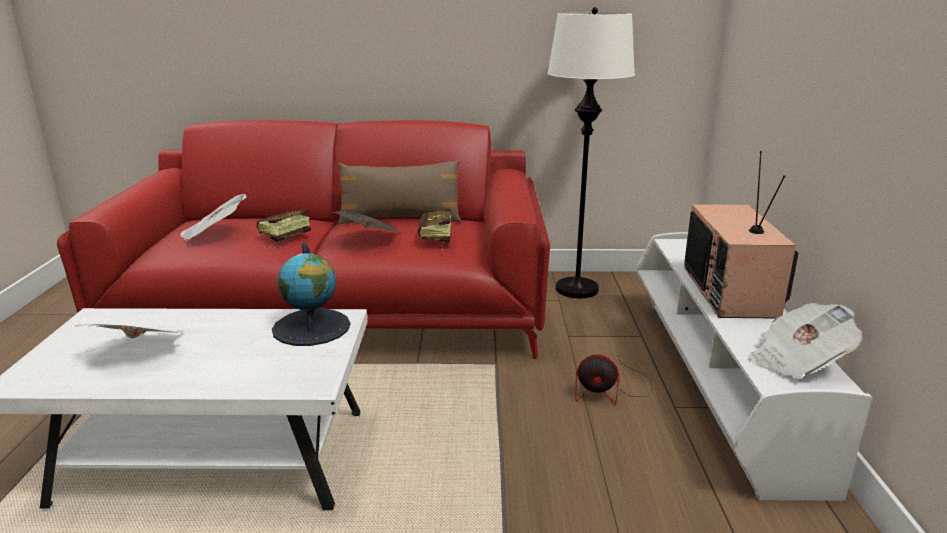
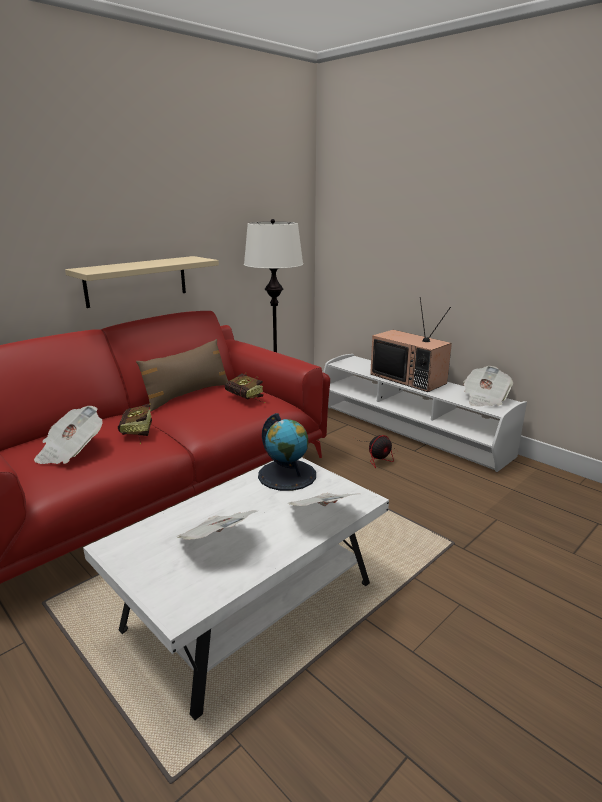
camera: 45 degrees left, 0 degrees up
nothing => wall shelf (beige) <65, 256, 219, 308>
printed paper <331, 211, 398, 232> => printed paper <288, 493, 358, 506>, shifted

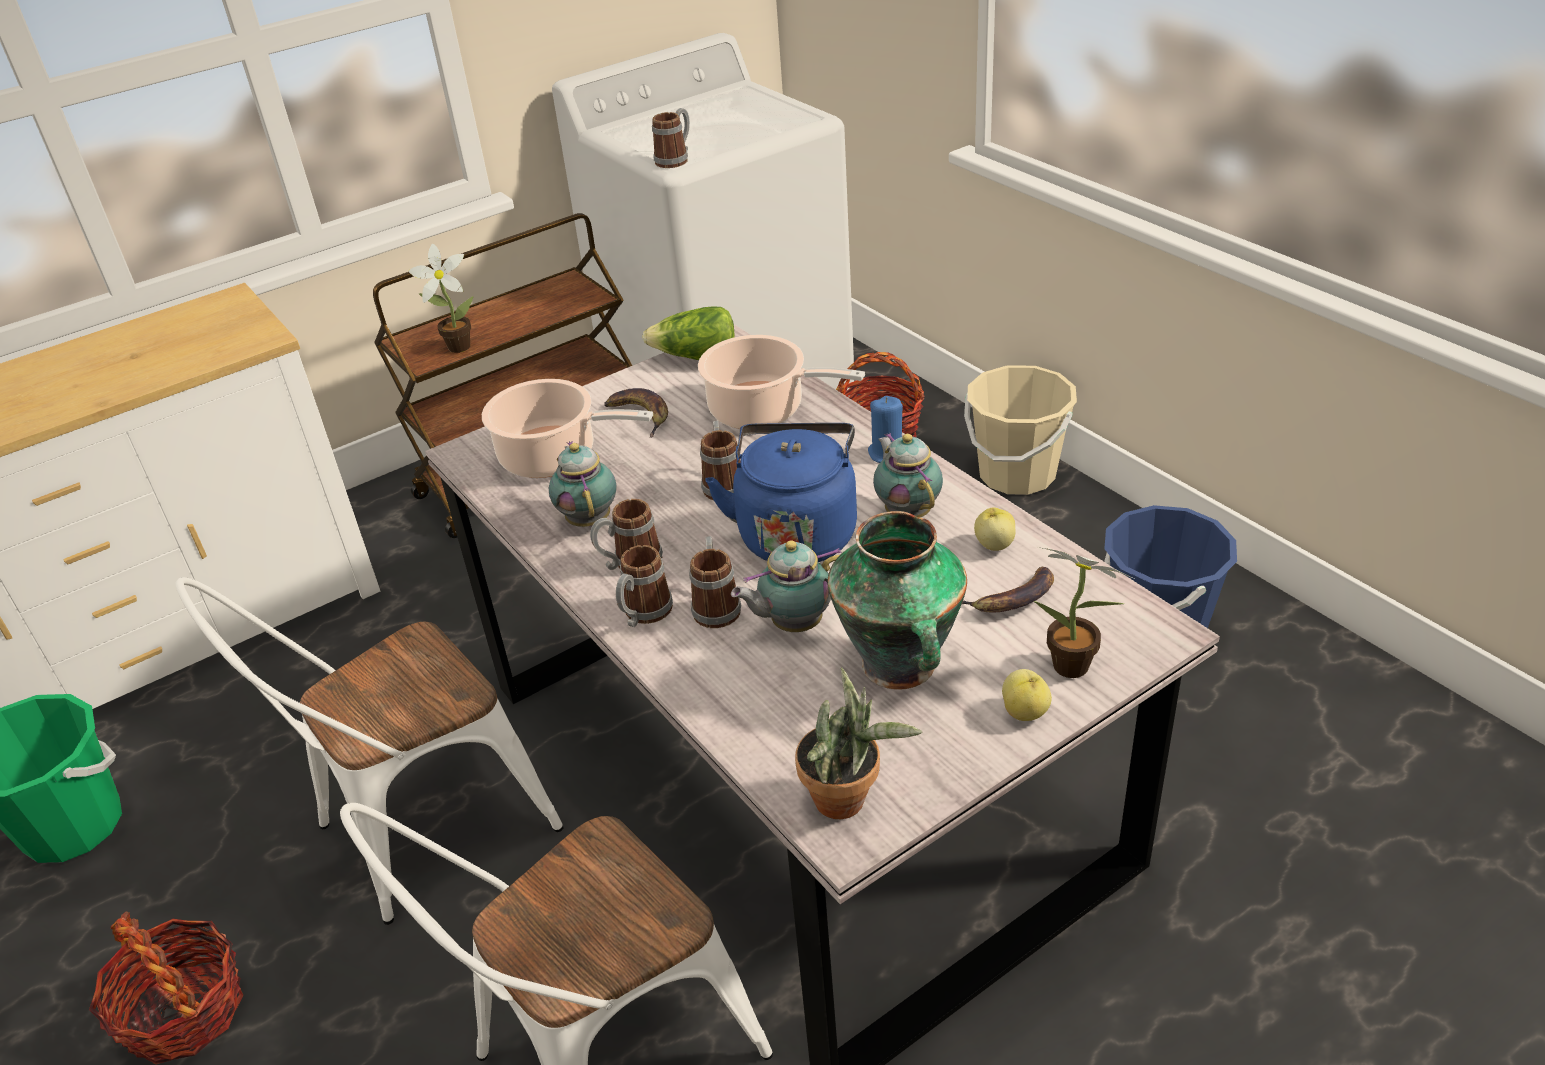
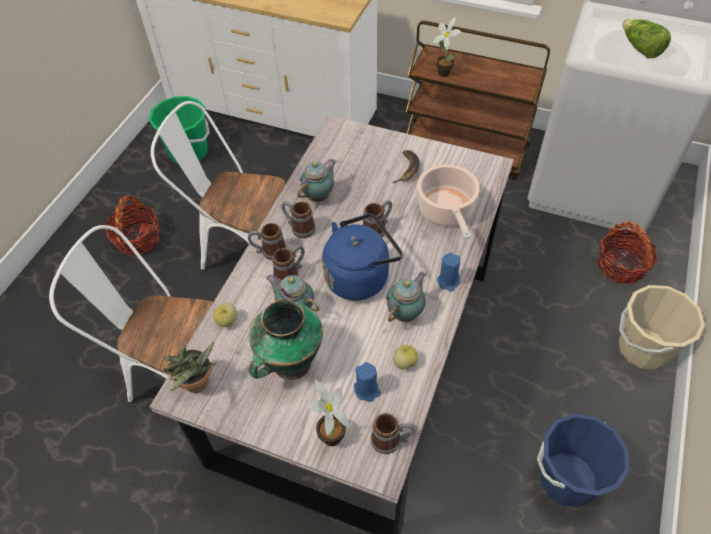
camera: 55 degrees right, 15 degrees up
apple <1002, 669, 1052, 721> => apple <213, 303, 237, 327>, shifted
banana <962, 566, 1054, 612> => wax light (bluish) <354, 362, 381, 402>
tea mug <652, 108, 690, 168> => tea mug <370, 413, 415, 454>, shifted
lettuce head <642, 306, 734, 360> => lettuce head <622, 19, 671, 58>, shifted
stockpot <482, 379, 653, 478> => nothing

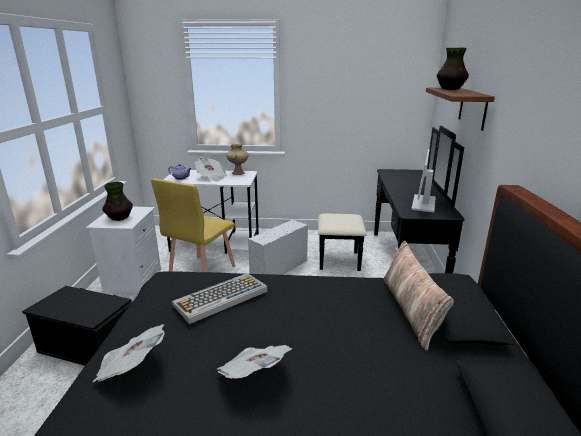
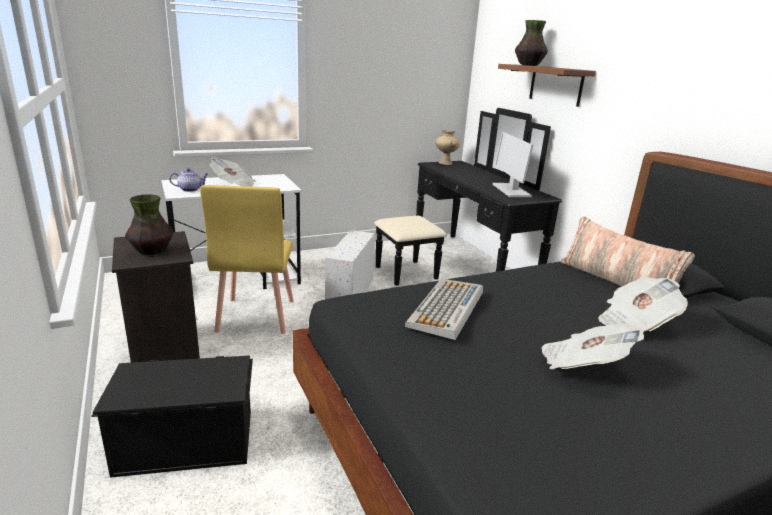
camera: 30 degrees left, 0 degrees up
nightstand (white) <86, 207, 161, 295> => nightstand (black) <112, 231, 200, 363>
flower vase (beige) <226, 144, 249, 175> => flower vase (beige) <435, 130, 460, 165>, shifted
printed paper <92, 324, 165, 383> => printed paper <598, 277, 688, 332>, shifted

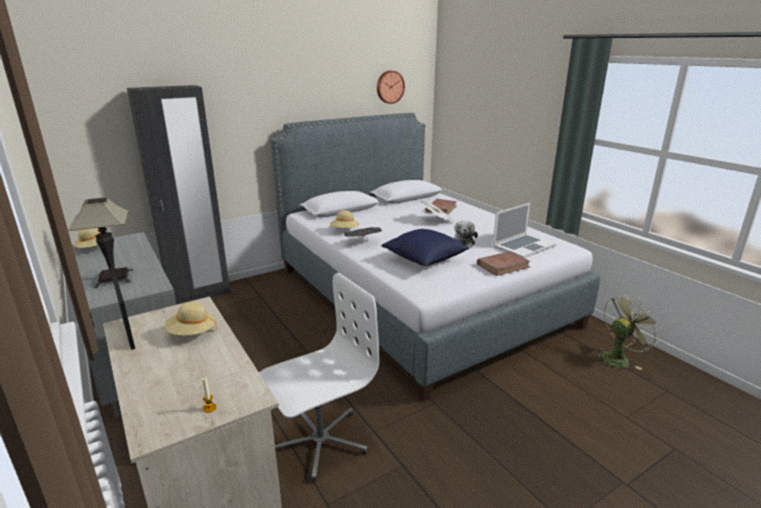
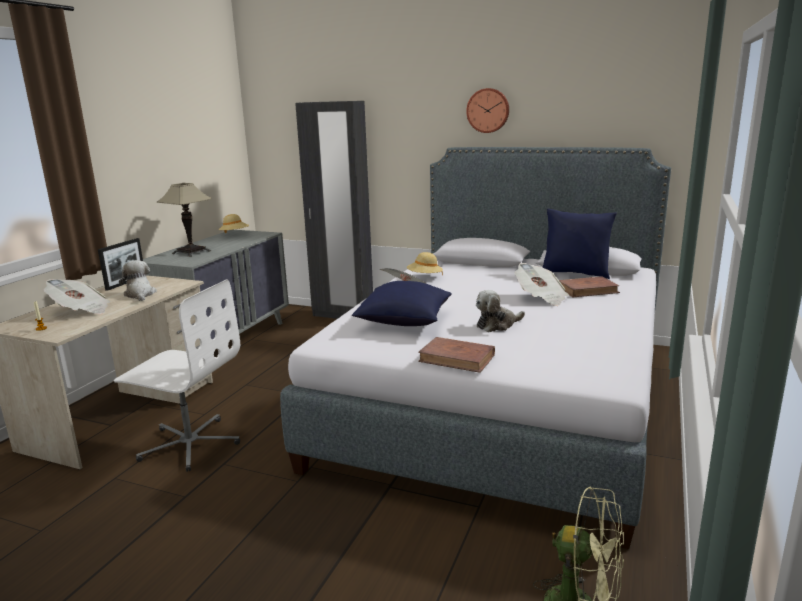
camera: 55 degrees right, 5 degrees down
nothing => printed paper <44, 279, 110, 314>
clothing hat (beige) <165, 302, 217, 335> => plush toy <119, 260, 157, 301>
clock on the wall <377, 71, 405, 104> => clock on the wall <466, 88, 509, 133>, shifted
nothing => throw pillow (bluish) <542, 209, 617, 279>
notebook computer <493, 203, 556, 258> => nothing

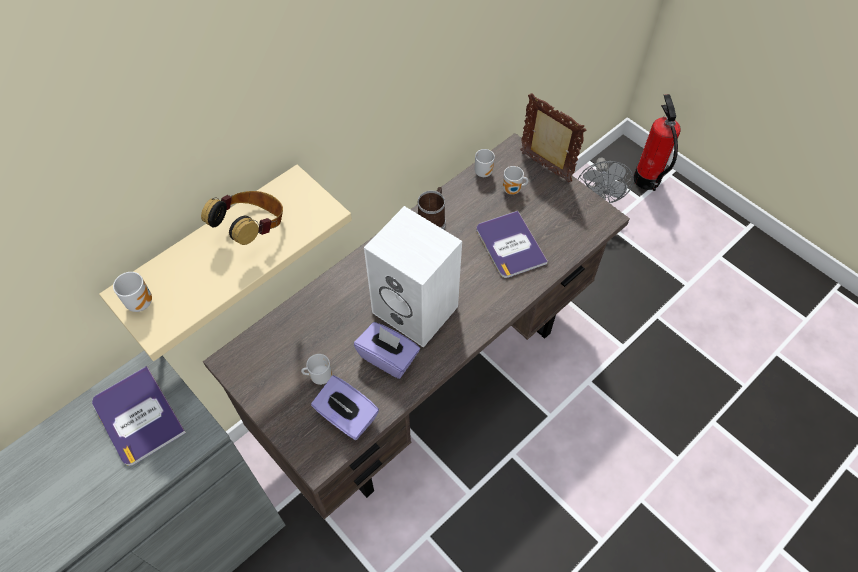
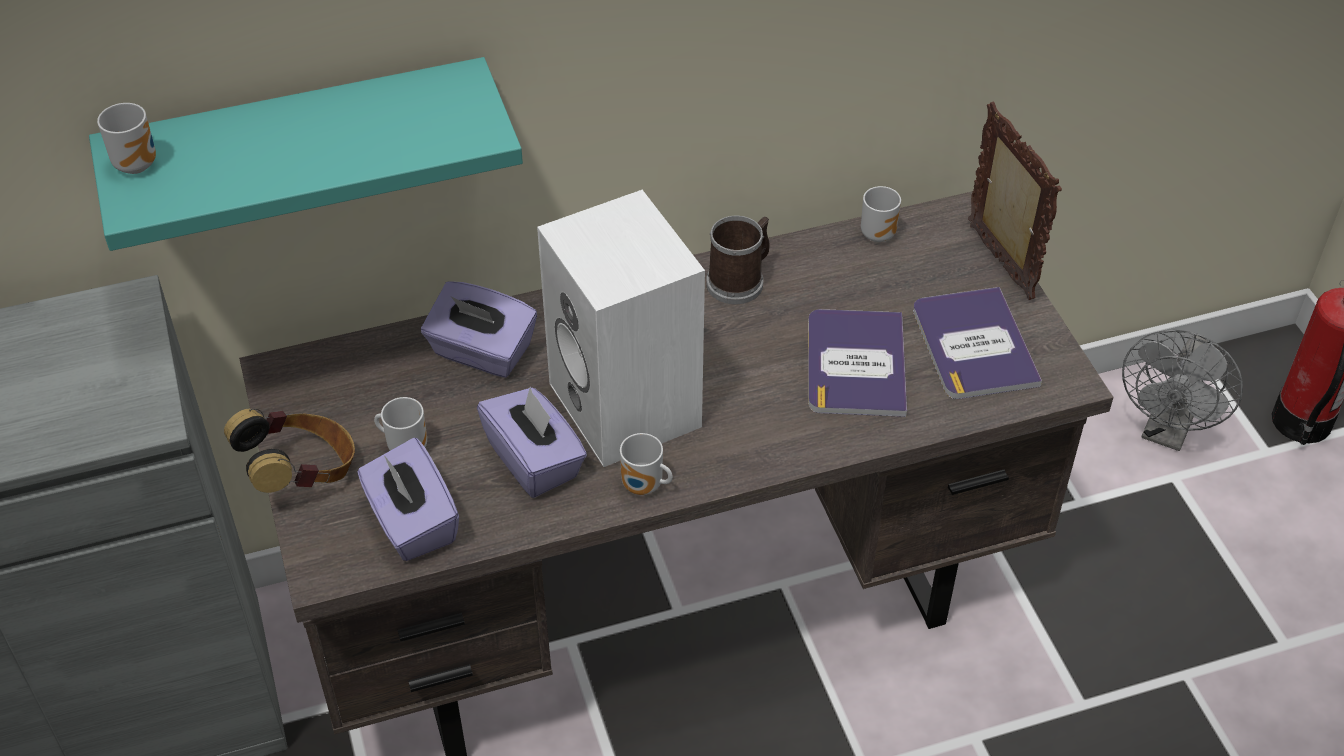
camera: 25 degrees right, 10 degrees down
wall shelf (beige) <99, 165, 352, 361> => wall shelf (turquoise-coloured) <89, 57, 523, 251>
headset <201, 191, 283, 245> => headset <224, 408, 355, 493>, shifted
nothing => tissue holder (purple) <421, 281, 537, 378>
tea mug <503, 166, 529, 195> => tea mug <620, 433, 673, 495>, shifted
volume <92, 366, 186, 466> => volume <913, 287, 1042, 399>, shifted

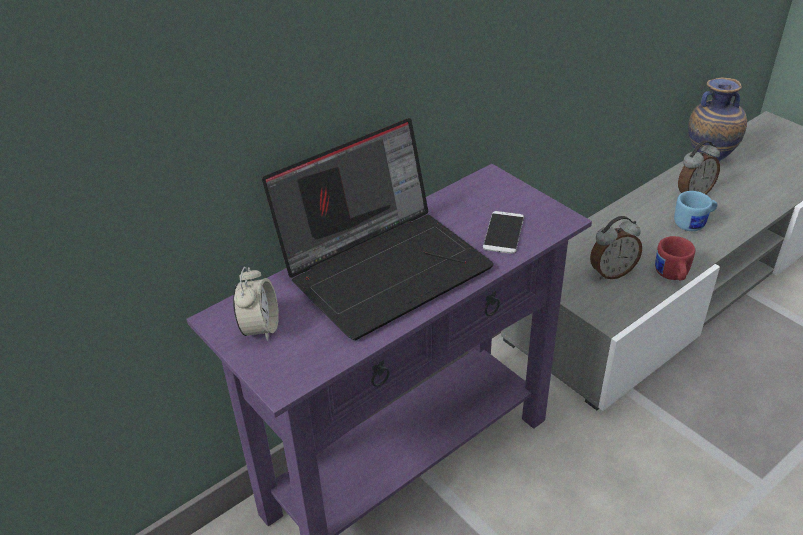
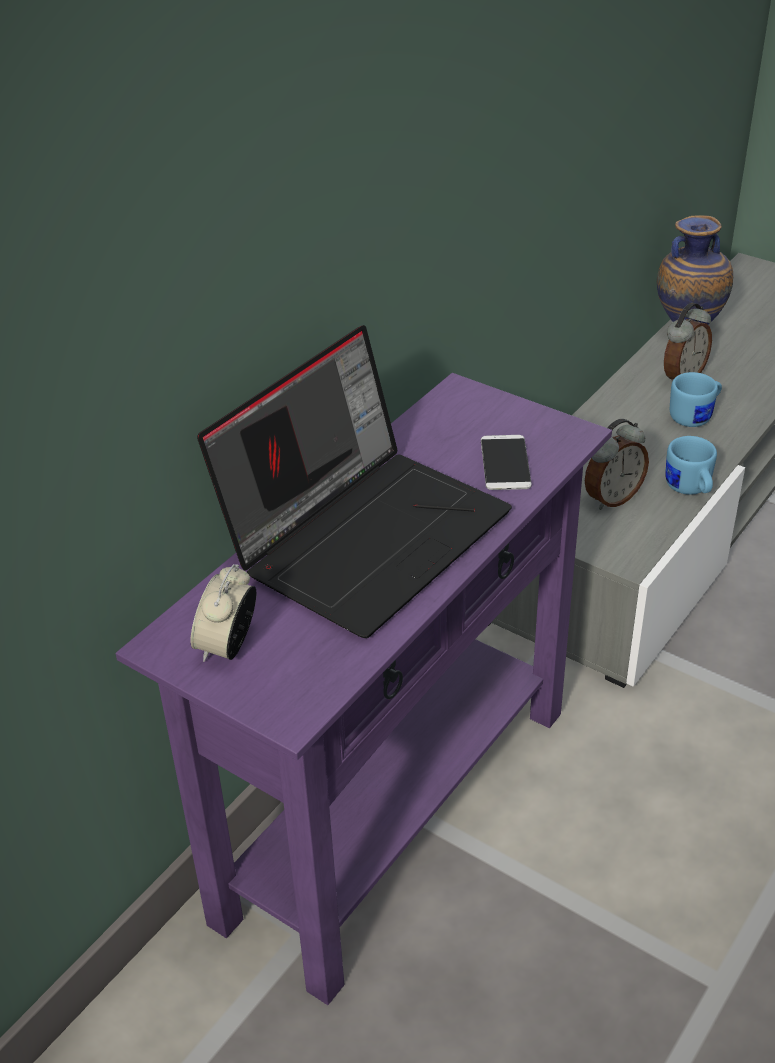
camera: 15 degrees left, 0 degrees up
alarm clock <233, 267, 279, 341> => alarm clock <191, 564, 256, 662>, 150 degrees counterclockwise
tea mug (red) <655, 236, 695, 280> => tea mug (bluish) <665, 436, 717, 495>

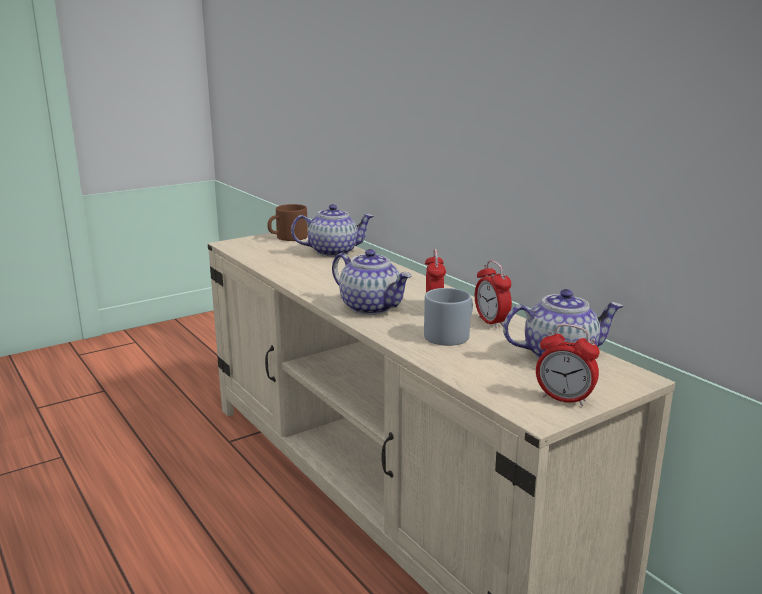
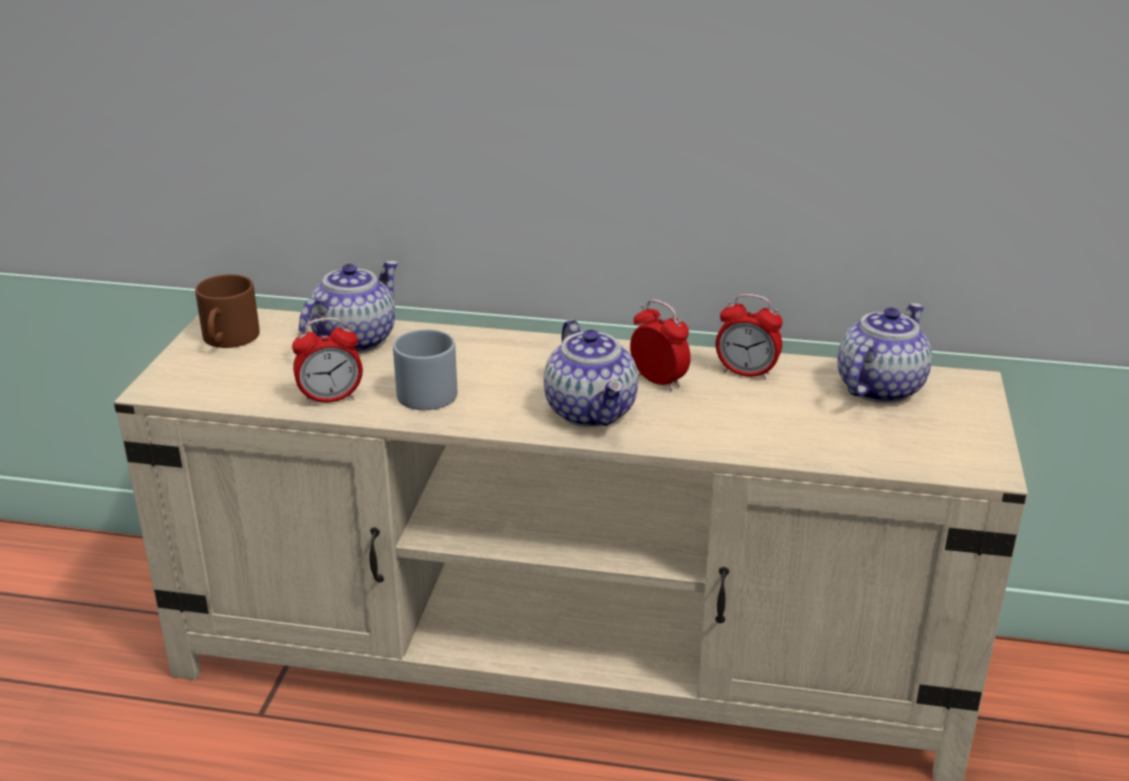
camera: 45 degrees left, 10 degrees up
alarm clock <536, 324, 599, 406> => alarm clock <292, 317, 363, 405>, shifted
tea mug (grey) <424, 288, 473, 346> => tea mug (grey) <393, 329, 457, 410>, shifted
tea pot <332, 249, 412, 315> => tea pot <544, 320, 638, 427>, 75 degrees clockwise

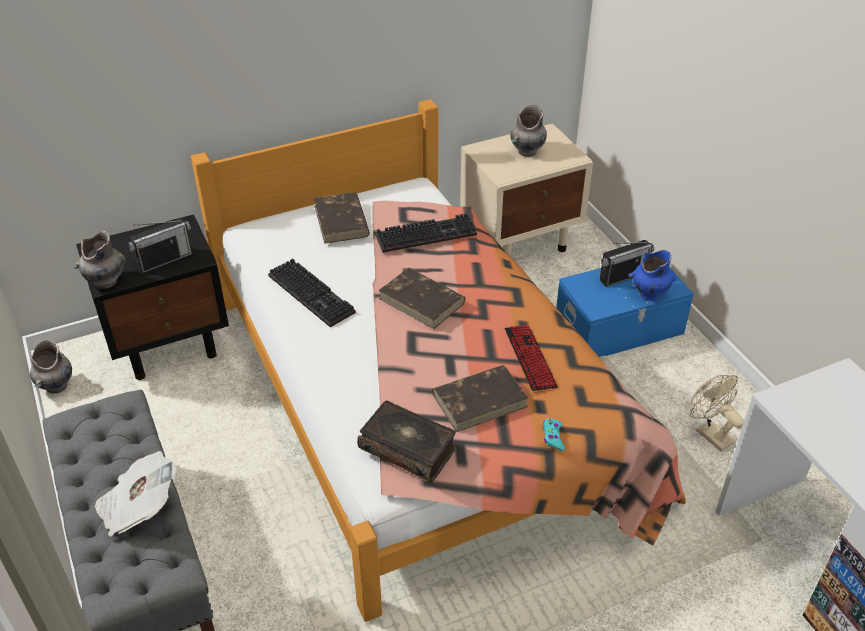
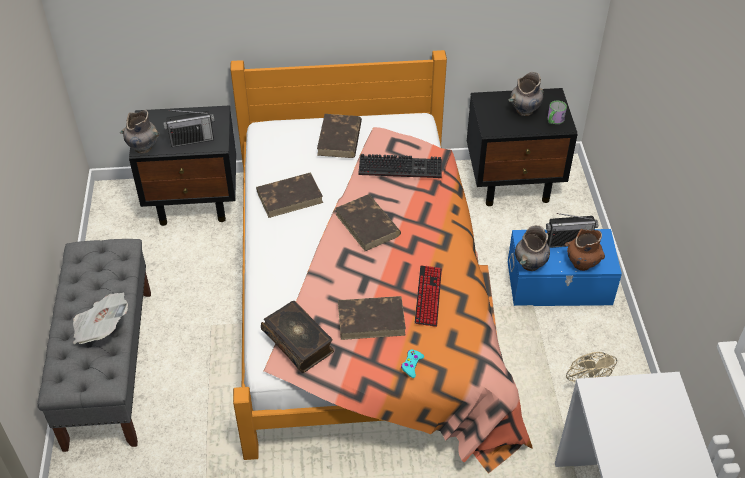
camera: 20 degrees right, 5 degrees up
PC keyboard <268, 258, 356, 327> => volume (brown) <256, 173, 323, 218>
nightstand (beige) <460, 123, 593, 256> => nightstand (black) <467, 88, 578, 206>
flower vase (grey) <30, 340, 72, 393> => flower vase (grey) <515, 225, 550, 271>, shifted
nothing => tea mug <548, 101, 567, 124>
flower vase (bluish) <629, 250, 676, 301> => flower vase (brown) <565, 229, 605, 271>

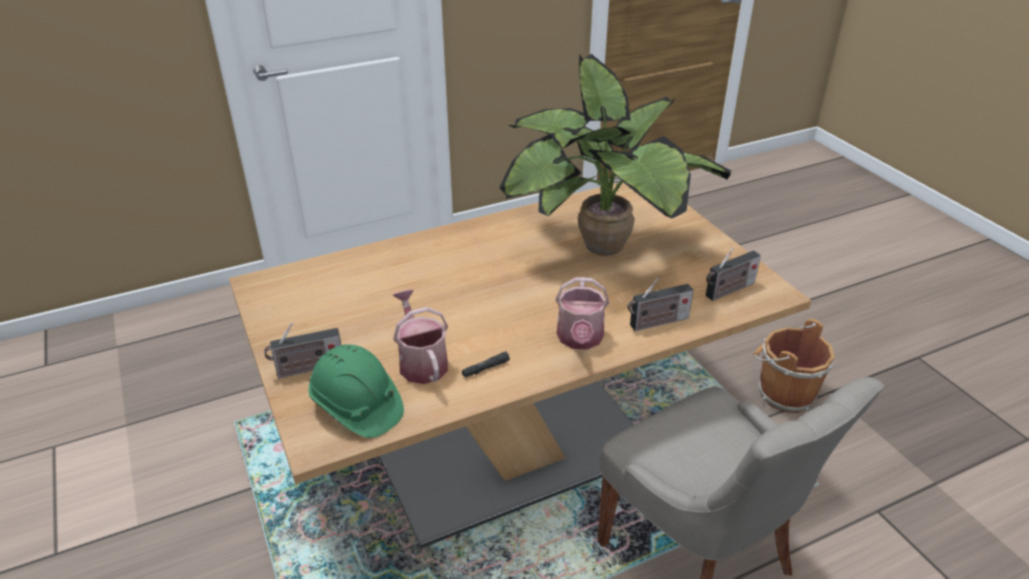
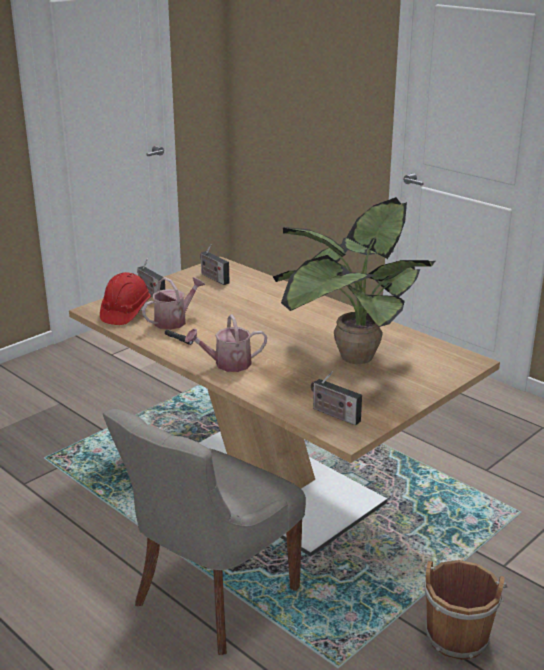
camera: 70 degrees right, 10 degrees down
work helmet (green-coloured) <308, 345, 404, 438> => work helmet (red) <100, 272, 151, 325>
radio receiver <627, 278, 694, 331> => radio receiver <200, 244, 230, 285>, shifted

